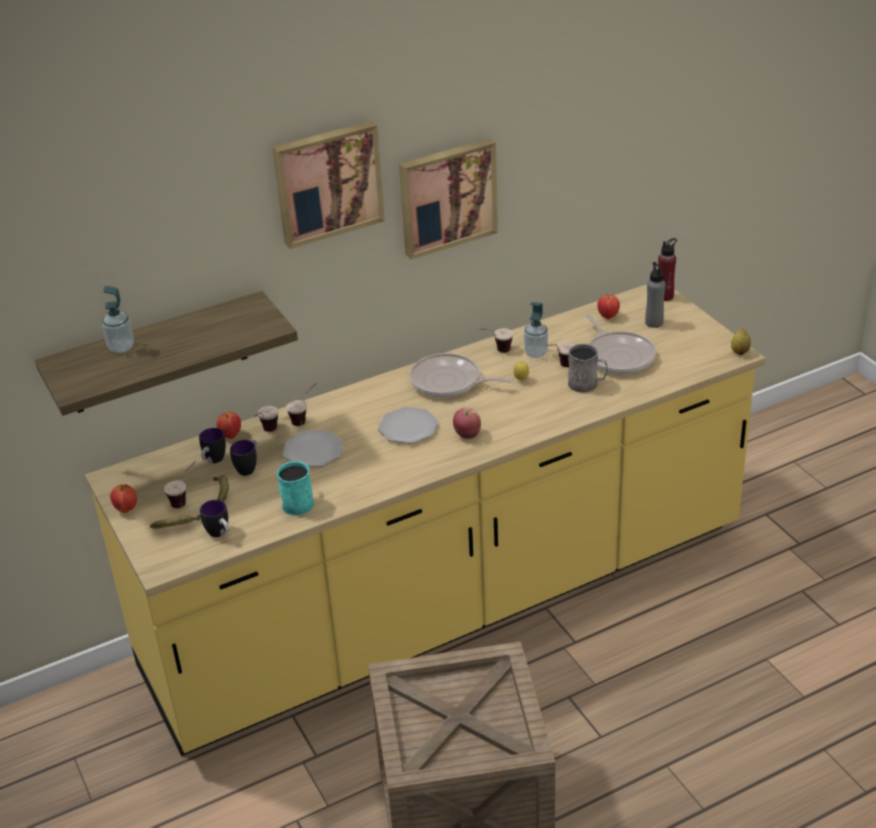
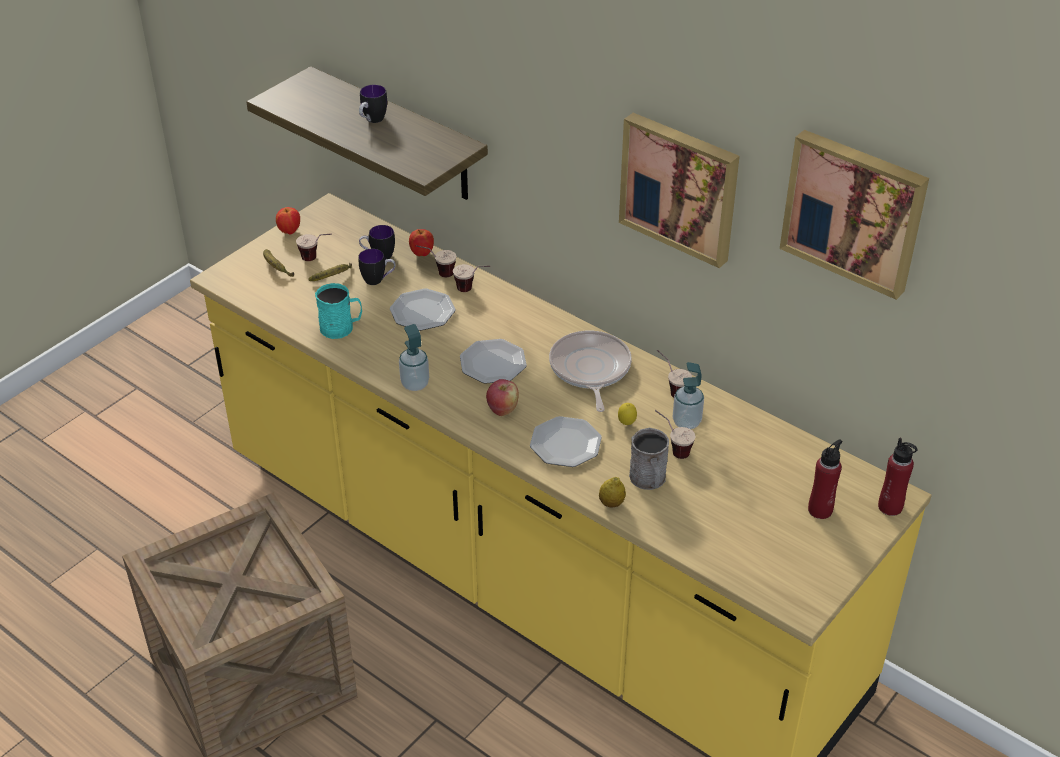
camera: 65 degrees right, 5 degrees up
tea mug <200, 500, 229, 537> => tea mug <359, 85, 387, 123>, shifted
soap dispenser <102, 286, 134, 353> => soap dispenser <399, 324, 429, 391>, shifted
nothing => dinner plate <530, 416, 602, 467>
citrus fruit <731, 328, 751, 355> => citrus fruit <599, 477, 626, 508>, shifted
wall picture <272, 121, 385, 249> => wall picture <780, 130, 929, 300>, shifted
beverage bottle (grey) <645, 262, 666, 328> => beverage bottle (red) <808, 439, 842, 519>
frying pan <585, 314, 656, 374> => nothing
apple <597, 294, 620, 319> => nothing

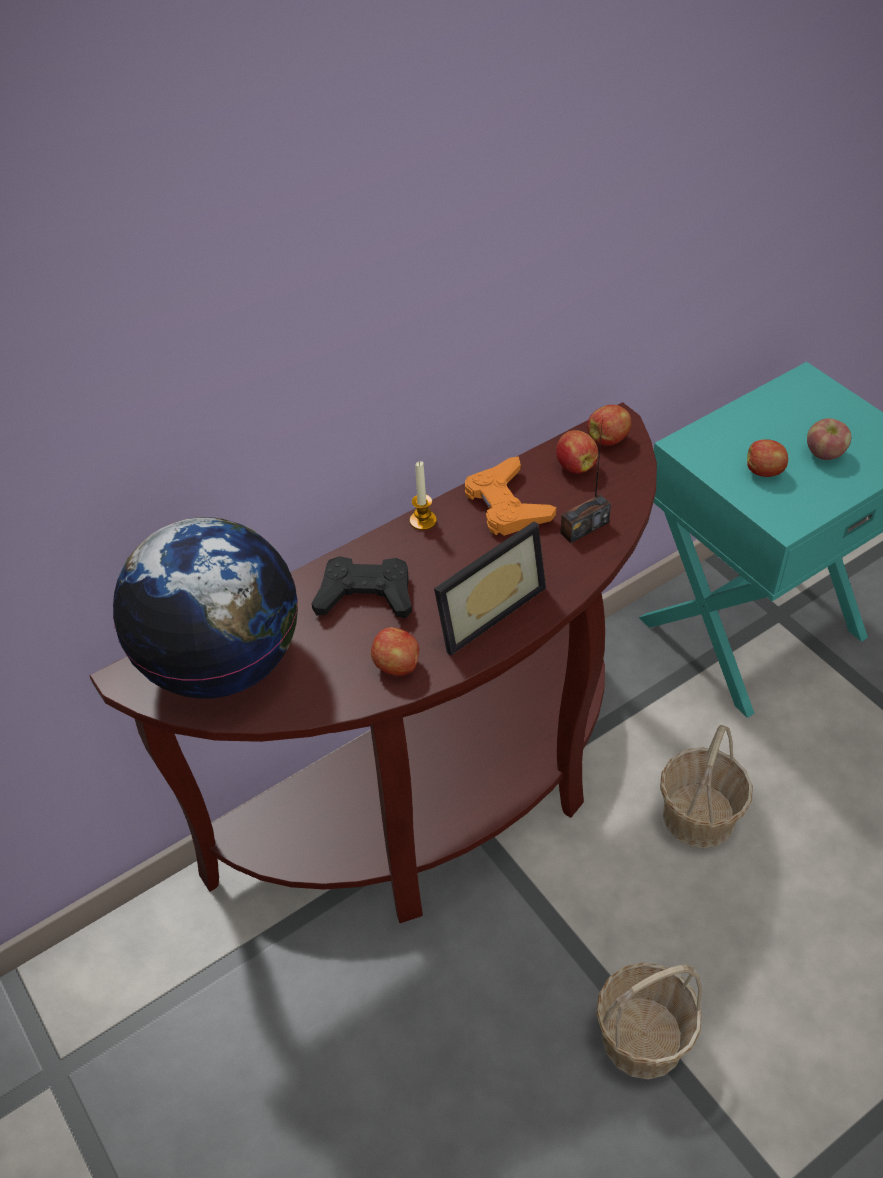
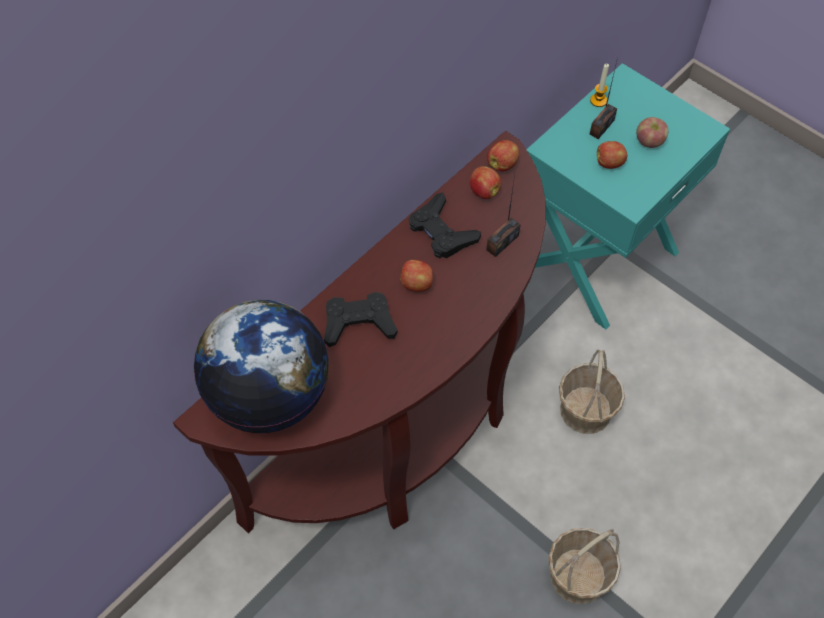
camera: 15 degrees left, 10 degrees up
apple <371, 627, 419, 676> => apple <400, 260, 433, 292>, shifted
game controller (orange-coloured) <465, 456, 556, 536> => game controller (black) <409, 193, 481, 258>
nothing => radio receiver <589, 58, 618, 139>
wax light <410, 461, 437, 531> => wax light <590, 64, 609, 107>, shifted
photo frame <434, 521, 546, 655> => nothing

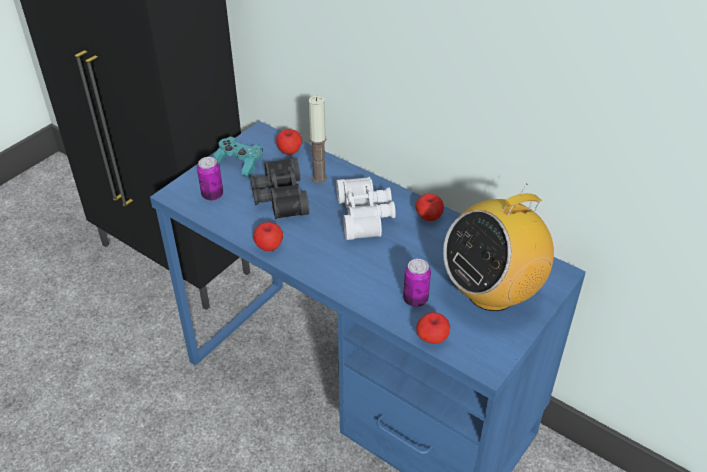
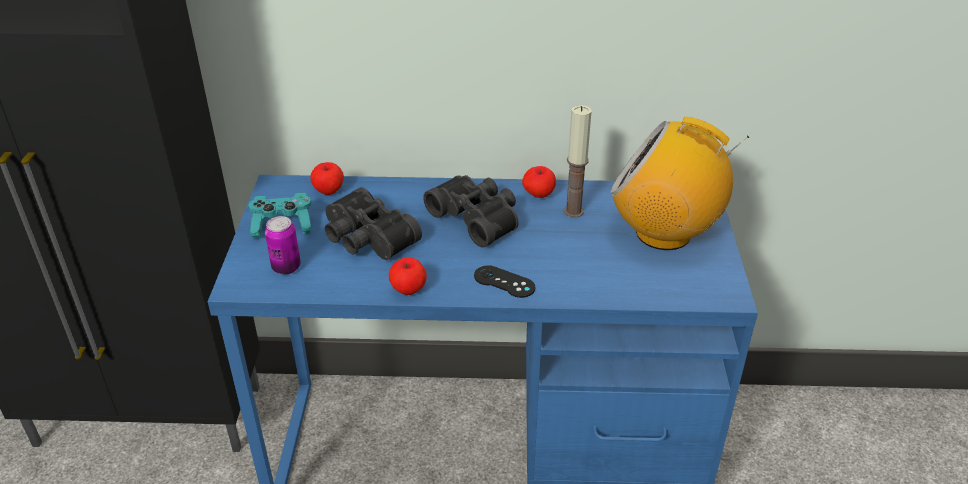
camera: 35 degrees left, 5 degrees down
pair of binoculars (white) <336, 177, 396, 240> => pair of binoculars (black) <423, 175, 518, 248>
nothing => game controller (black) <474, 265, 535, 298>
wax light <309, 96, 327, 183> => wax light <564, 105, 592, 218>, shifted
radio receiver <443, 183, 554, 311> => radio receiver <611, 117, 749, 250>, 90 degrees clockwise
can <403, 259, 431, 307> => nothing
apple <416, 312, 450, 344> => nothing

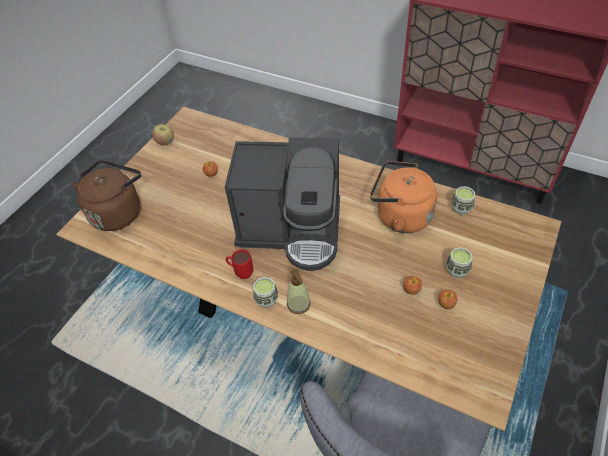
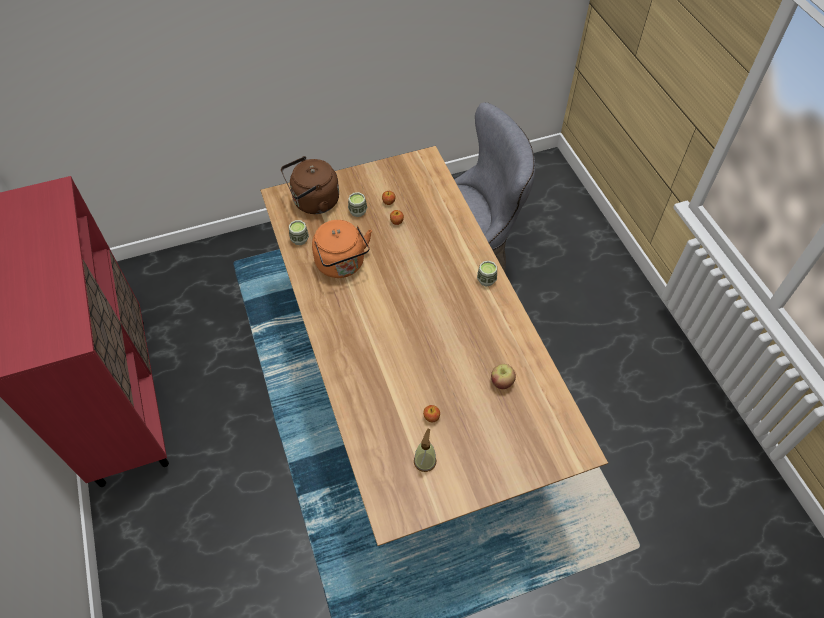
camera: 140 degrees left, 5 degrees up
water kettle (brown) <72, 160, 141, 231> => water kettle (brown) <281, 156, 339, 214>, shifted
soap dispenser <287, 268, 311, 314> => soap dispenser <414, 429, 436, 472>, shifted
apple <152, 124, 174, 146> => apple <491, 364, 516, 389>, shifted
coffee brewer <225, 137, 340, 271> => nothing
tea mug (red) <226, 249, 253, 279> => nothing

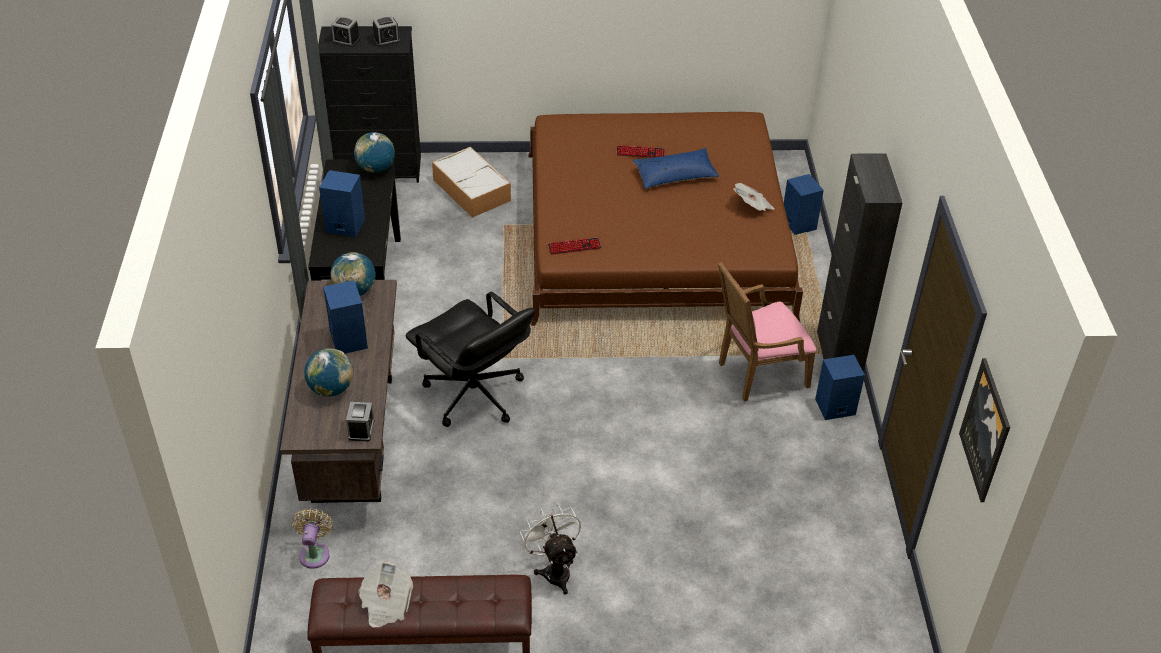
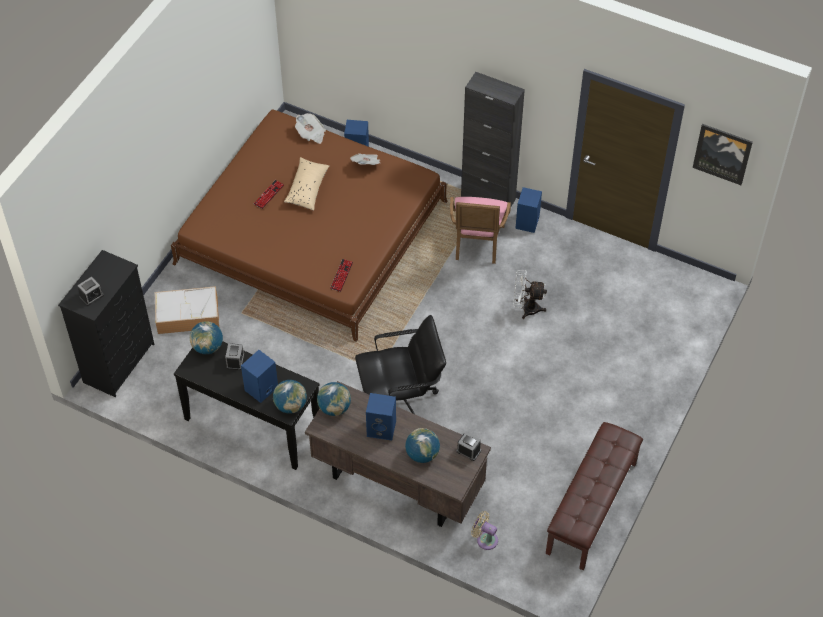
camera: 60 degrees left, 10 degrees up
alarm clock <373, 16, 400, 47> => alarm clock <225, 343, 244, 370>, shifted
nothing => world globe <273, 380, 307, 414>
throw pillow (bluish) <633, 148, 719, 189> => throw pillow (beige) <284, 157, 329, 210>
printed paper <358, 562, 413, 628> => printed paper <295, 113, 326, 144>, shifted
cooling fan (white) <520, 504, 581, 595> => cooling fan (white) <513, 270, 547, 319>, shifted

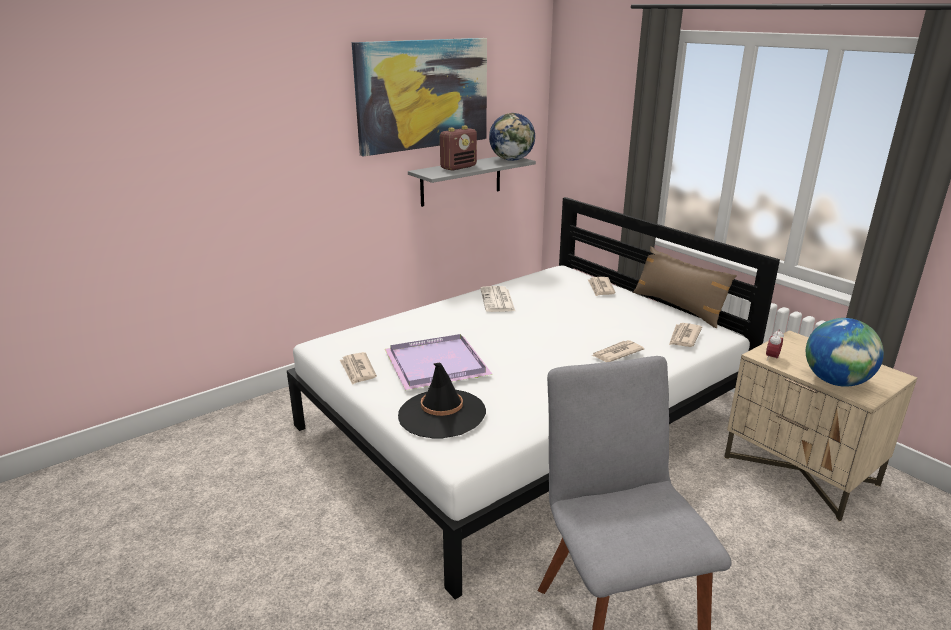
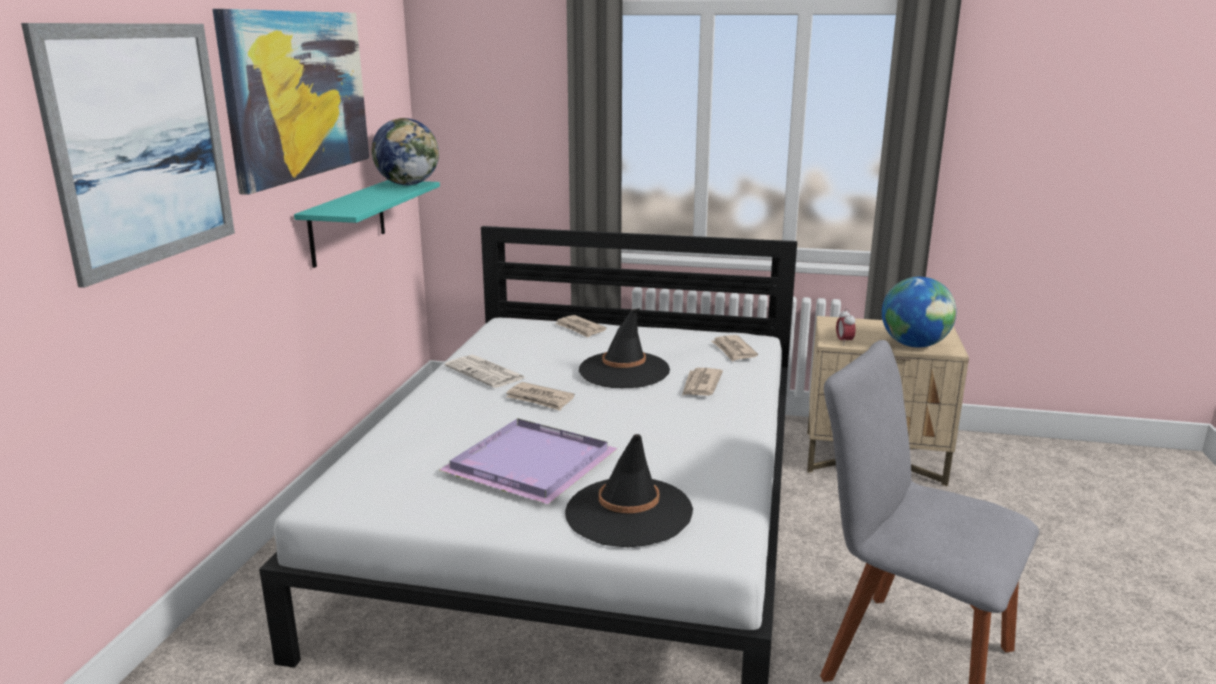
camera: 40 degrees left, 5 degrees down
nothing => wall picture <21, 23, 235, 288>
wall shelf (grey) <408, 156, 536, 207> => wall shelf (turquoise-coloured) <294, 180, 440, 268>
printed paper <340, 352, 377, 385> => printed paper <506, 382, 575, 411>, shifted
nothing => clothing hat (black) <579, 308, 670, 388>
radio receiver <440, 126, 477, 171> => nothing
throw pillow (brown) <633, 246, 737, 328> => nothing

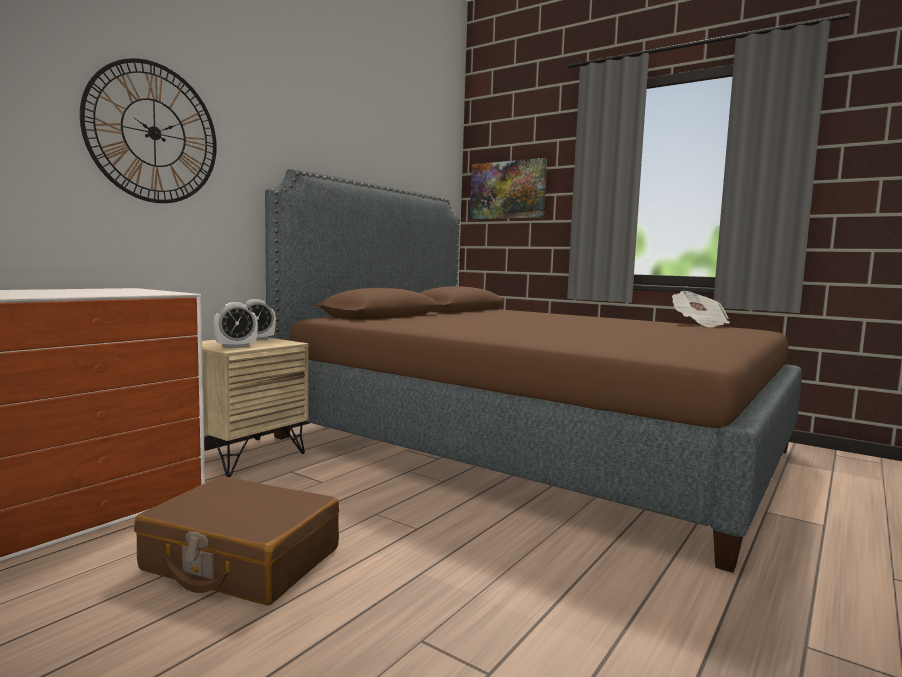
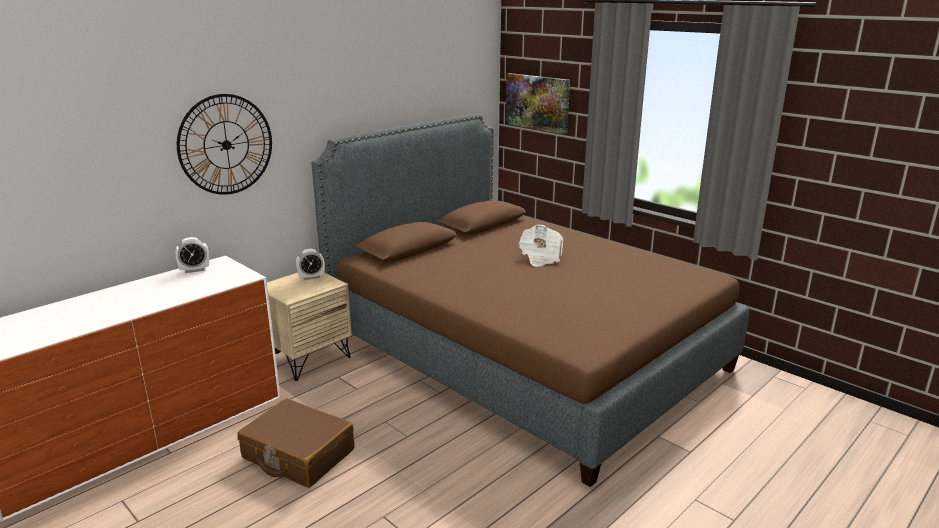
camera: 10 degrees right, 15 degrees up
alarm clock <213, 302, 258, 348> => alarm clock <176, 237, 209, 273>, shifted
printed paper <672, 291, 730, 327> => printed paper <518, 225, 564, 266>, shifted

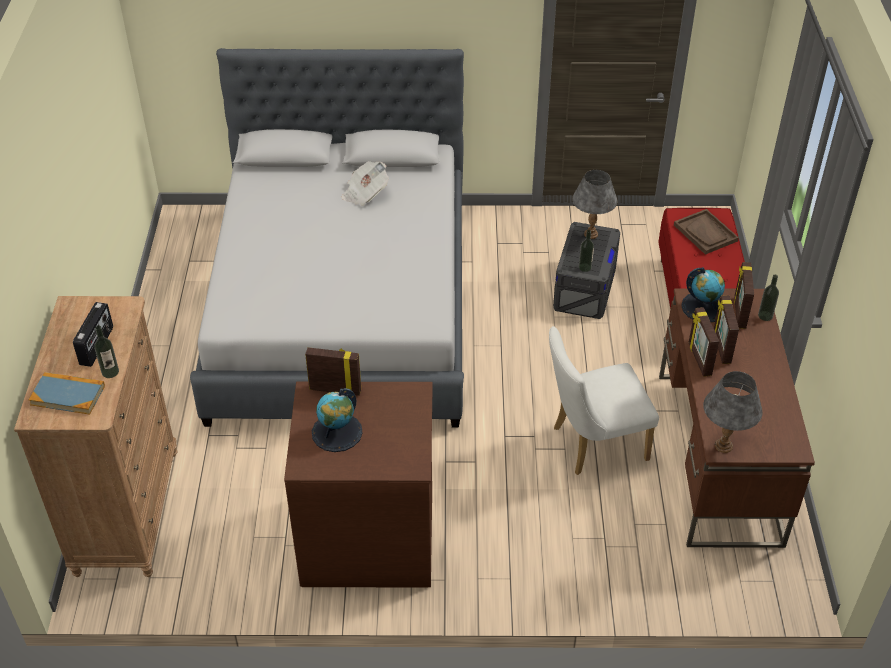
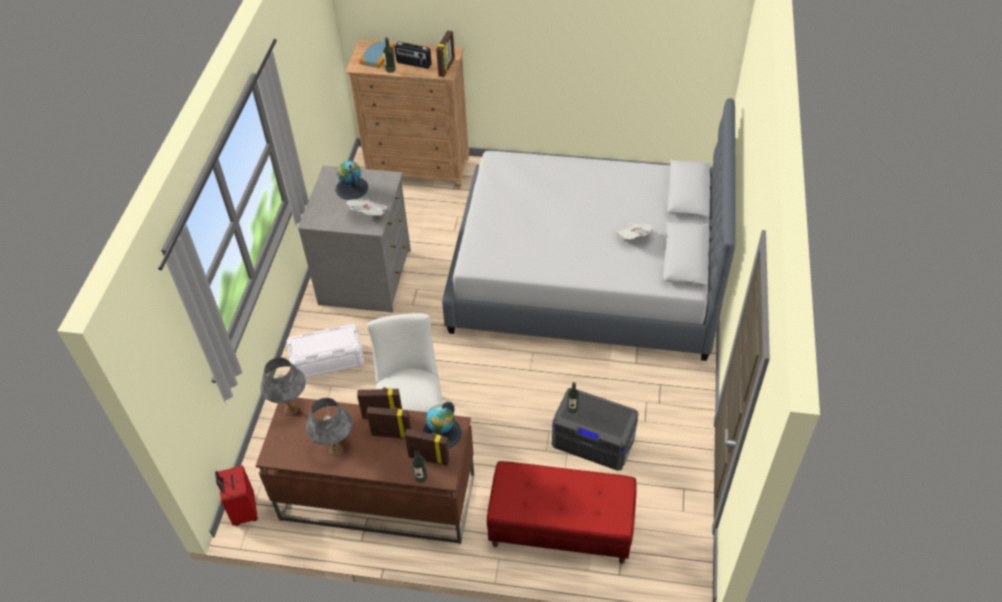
camera: 100 degrees right, 5 degrees up
nothing => suitcase (red) <215, 465, 258, 526>
nothing => storage box (white) <286, 324, 364, 378>
drawer chest (brown) <284, 382, 433, 588> => drawer chest (grey) <298, 166, 411, 313>
table lamp (grey) <572, 170, 617, 239> => table lamp (grey) <306, 398, 353, 456>, shifted
nothing => printed paper <346, 199, 388, 216>
photo frame <305, 347, 361, 396> => photo frame <436, 30, 455, 77>, shifted
serving tray (brown) <674, 209, 739, 255> => nothing

